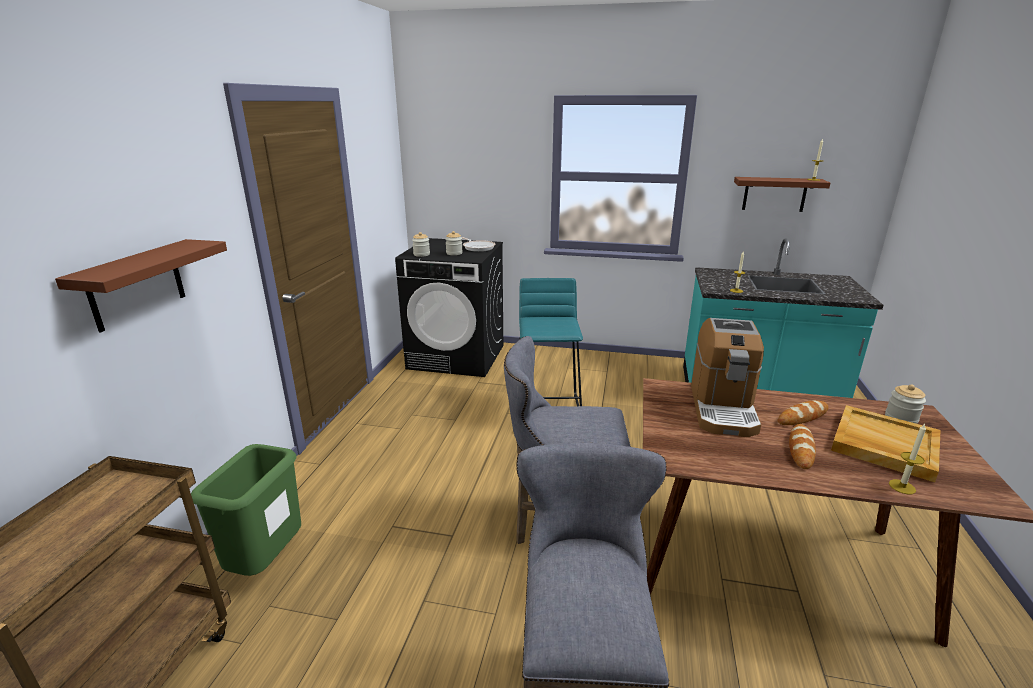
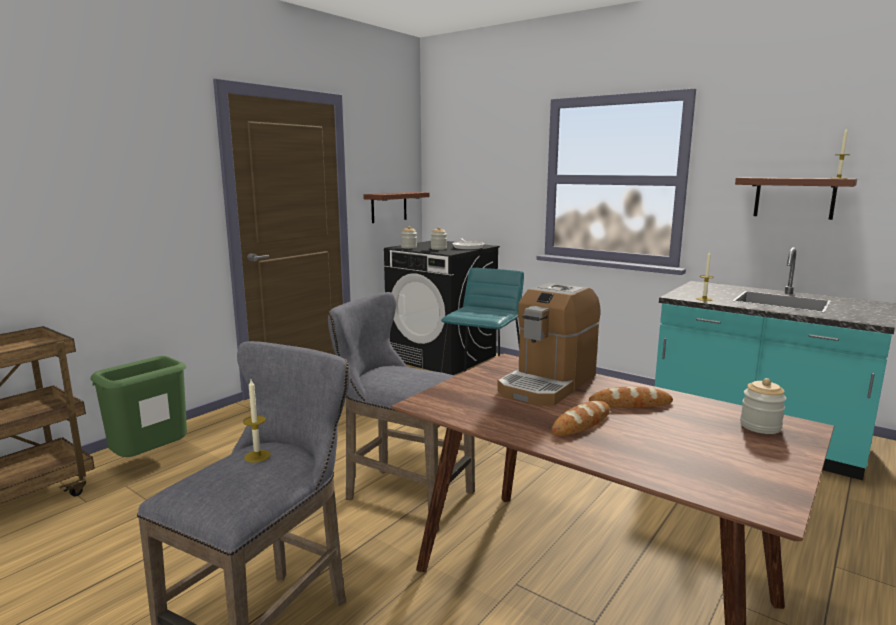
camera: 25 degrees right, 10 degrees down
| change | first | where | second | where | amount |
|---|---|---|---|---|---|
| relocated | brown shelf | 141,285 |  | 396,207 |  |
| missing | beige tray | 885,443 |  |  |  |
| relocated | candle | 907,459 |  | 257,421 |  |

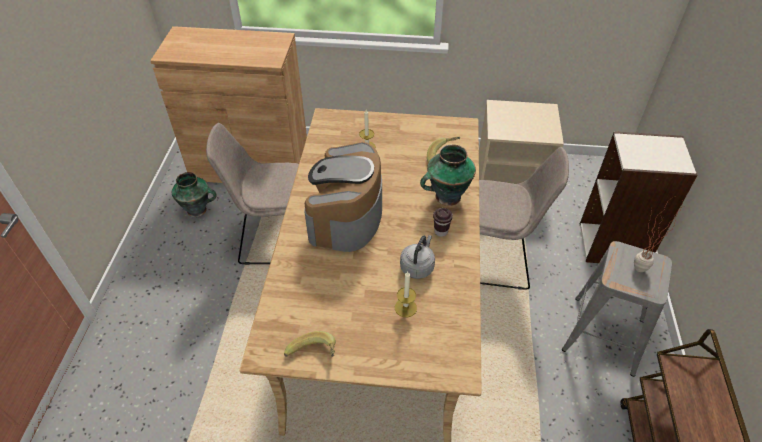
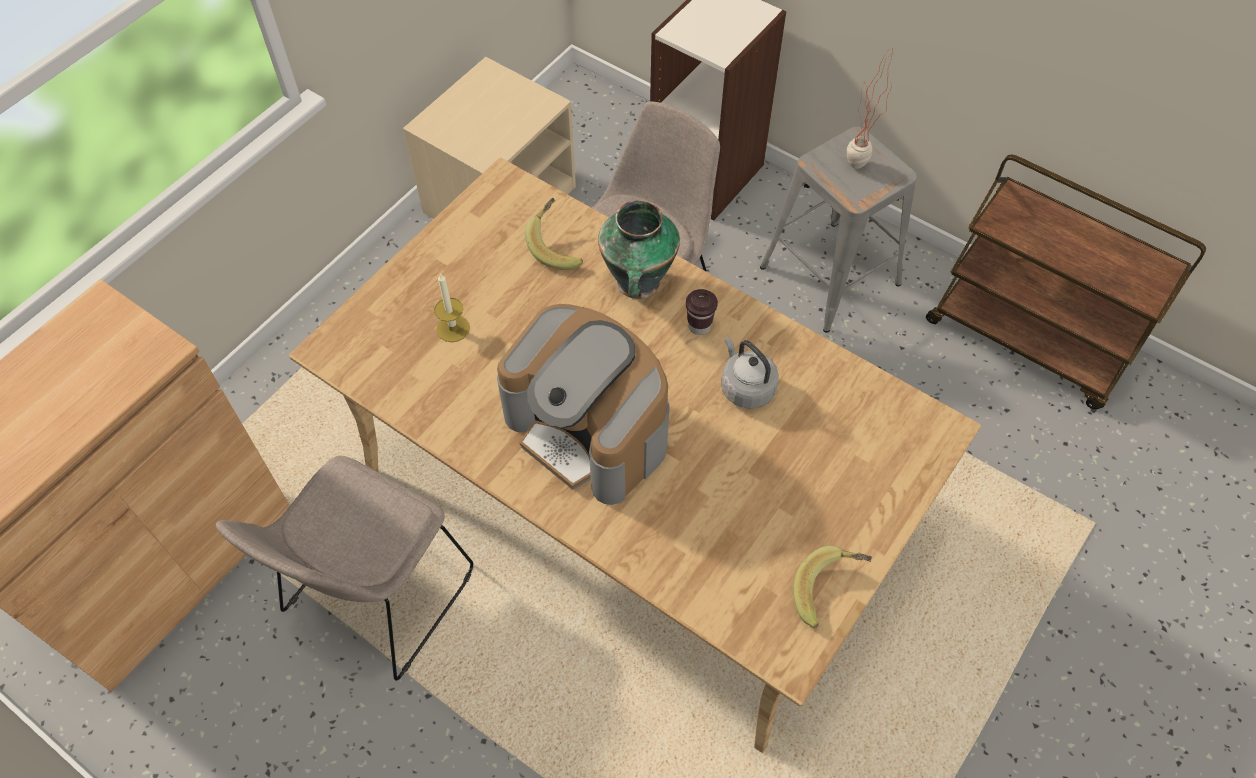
camera: 60 degrees left, 10 degrees up
| change | first | where | second | where | amount |
|---|---|---|---|---|---|
| missing | vase | 194,194 |  |  |  |
| missing | candle | 406,294 |  |  |  |

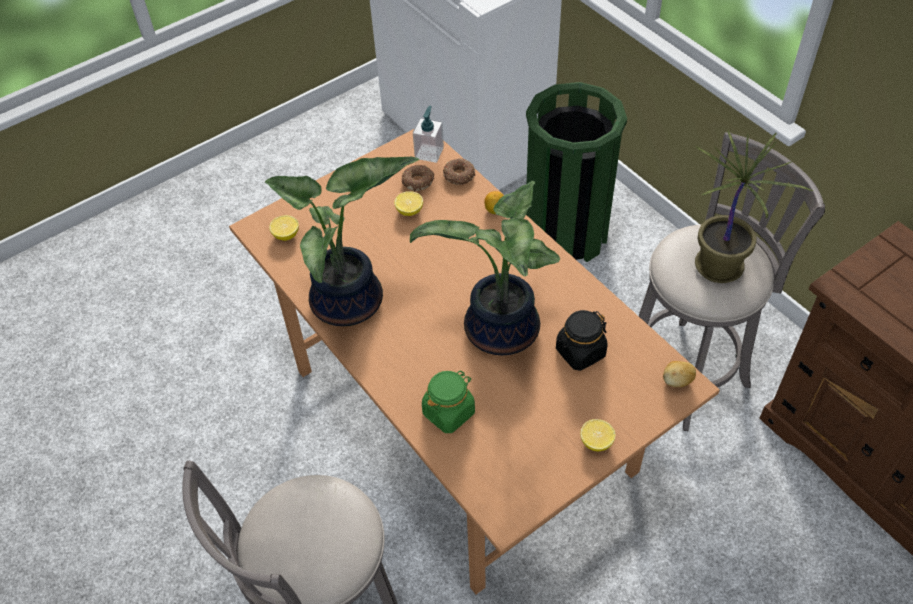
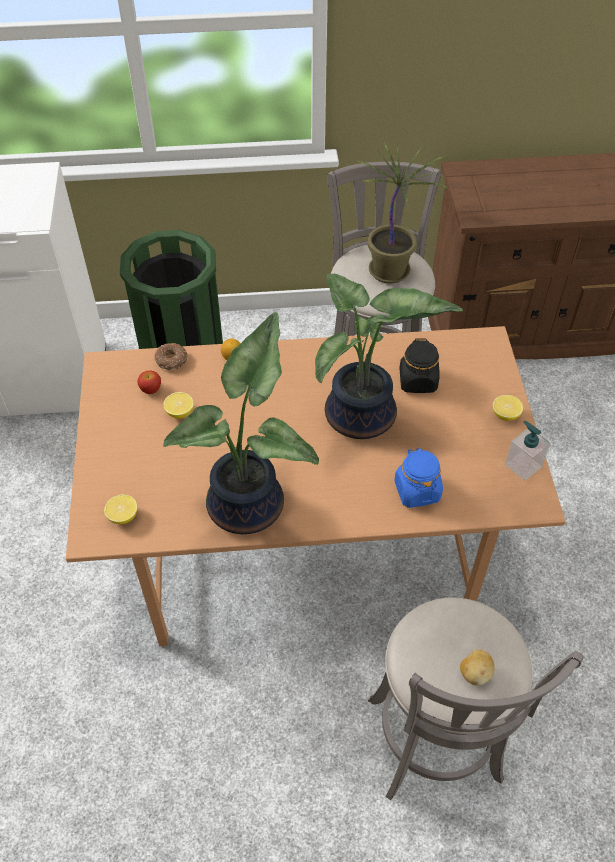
camera: 60 degrees left, 0 degrees up
| change | first | where | second | where | amount |
|---|---|---|---|---|---|
| relocated | soap dispenser | 428,134 |  | 528,451 |  |
| exchanged | donut | 418,178 | apple | 149,382 |  |
| relocated | potato | 679,374 |  | 477,667 |  |
| colour | green jar | 448,402 | blue jar | 418,477 |  |

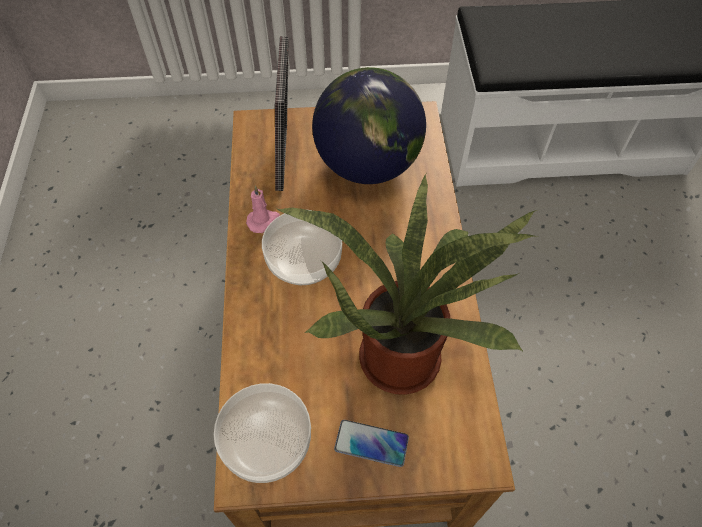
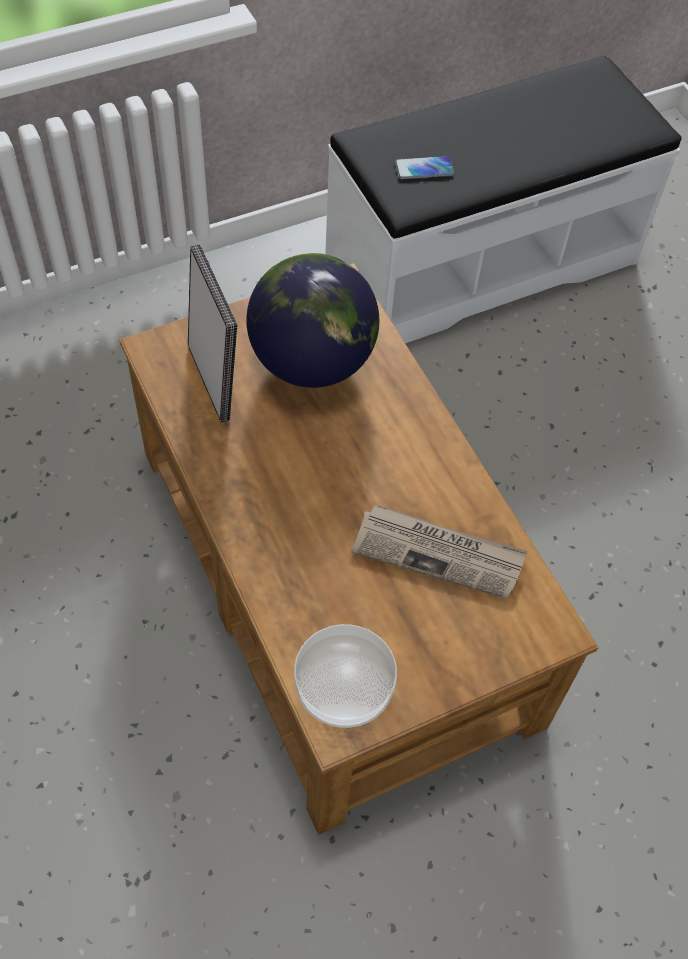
camera: 25 degrees left, 0 degrees up
| change | first | where | second | where | amount |
|---|---|---|---|---|---|
| exchanged | potted plant | 407,284 | newspaper | 439,551 |  |
| missing | pink candle | 263,209 |  |  |  |
| missing | bowl | 302,247 |  |  |  |
| relocated | phone | 371,443 |  | 424,167 |  |

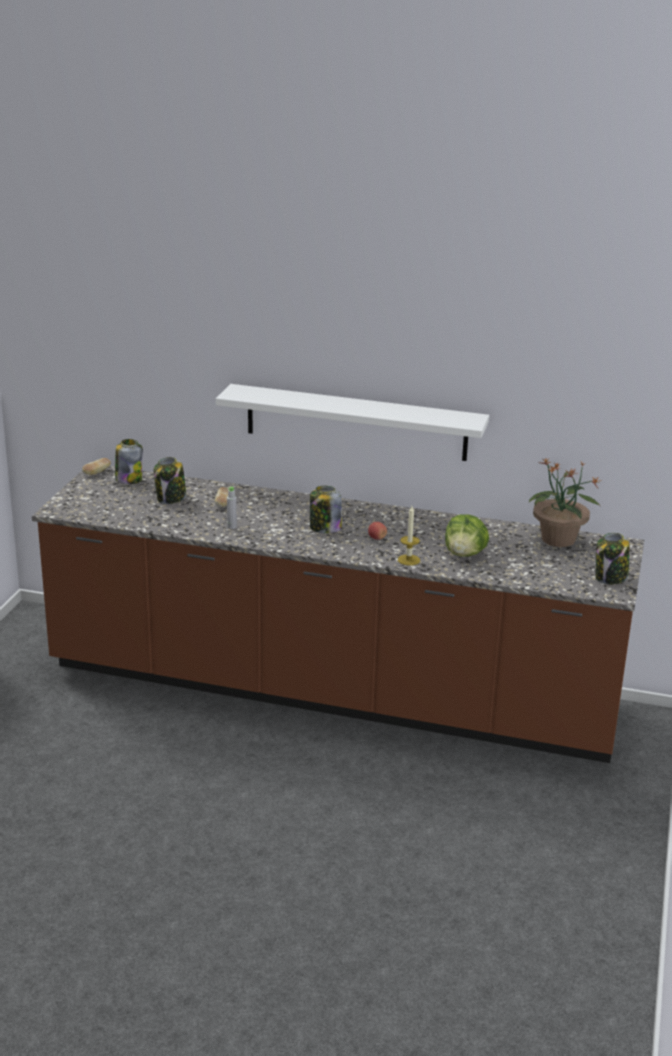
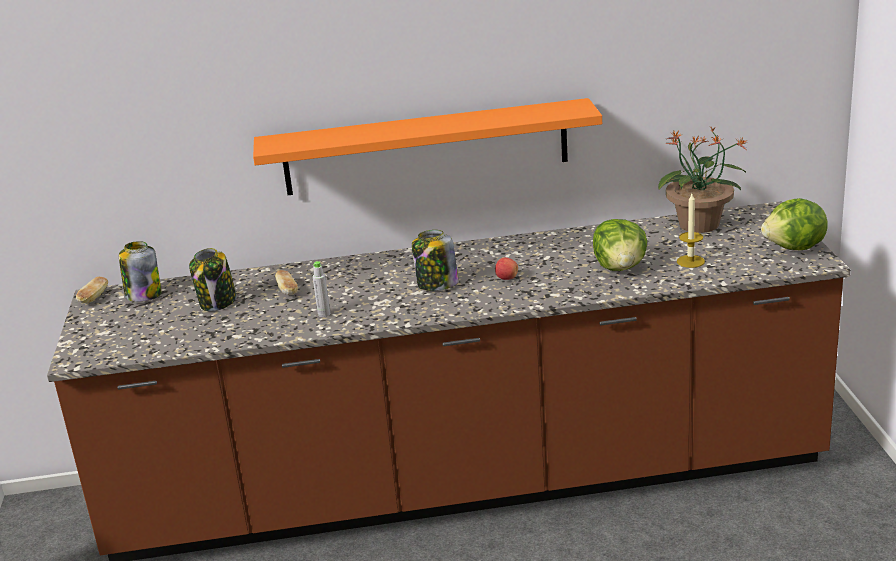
camera: 20 degrees left, 0 degrees up
| change | first | where | second | where | amount |
|---|---|---|---|---|---|
| colour | white shelf | 353,422 | orange shelf | 427,146 |  |
| relocated | candle | 409,536 |  | 691,231 |  |
| exchanged | jar | 613,558 | lettuce | 794,224 |  |

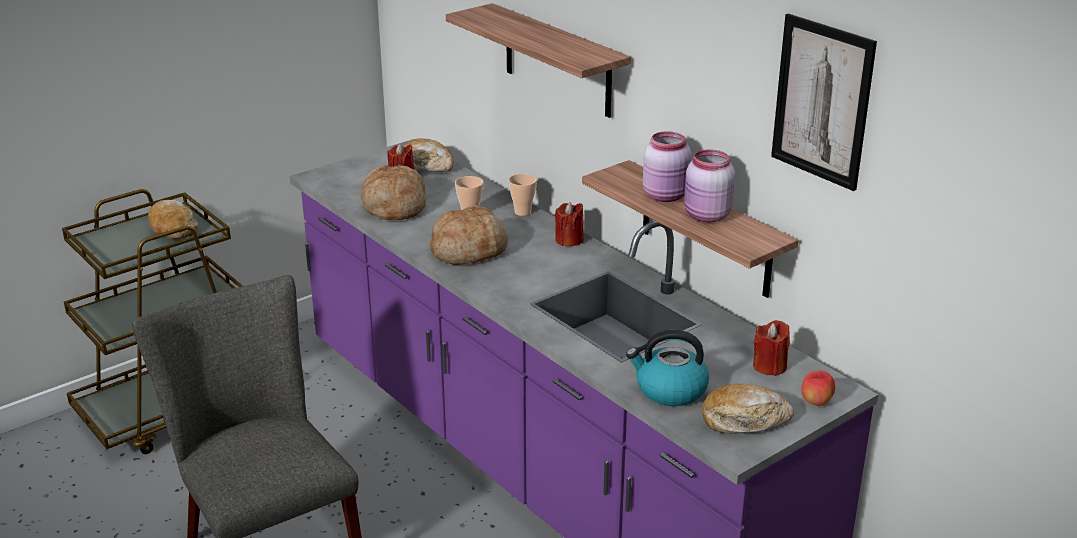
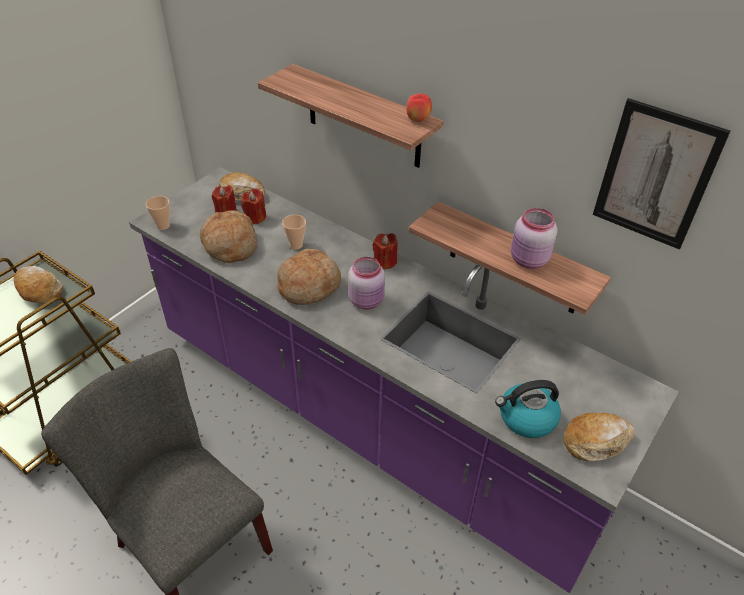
camera: 15 degrees left, 15 degrees up
| change | first | where | second | where | amount |
|---|---|---|---|---|---|
| relocated | pink jar | 667,166 |  | 366,283 |  |
| relocated | cup | 522,195 |  | 158,213 |  |
| relocated | red candle | 771,348 |  | 253,206 |  |
| relocated | apple | 818,388 |  | 419,107 |  |

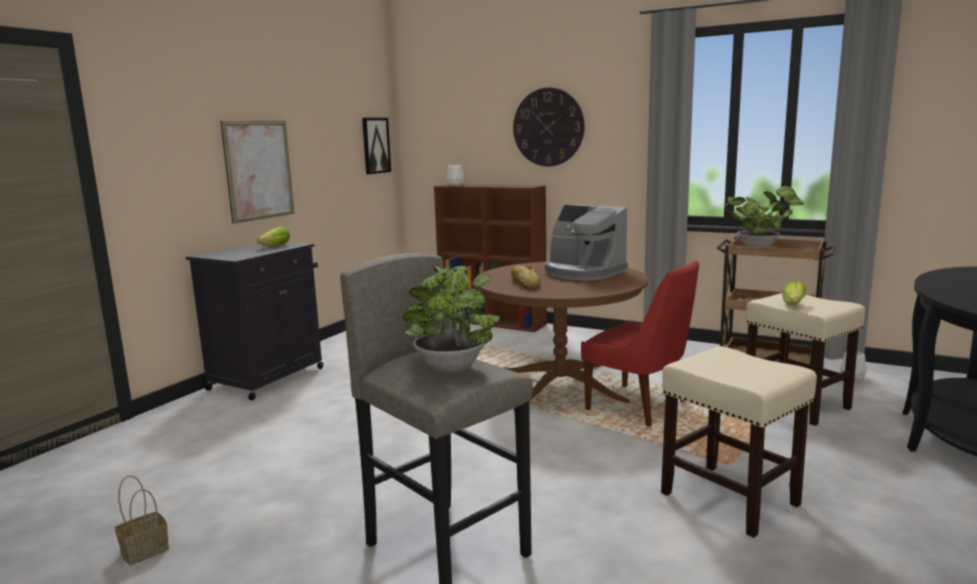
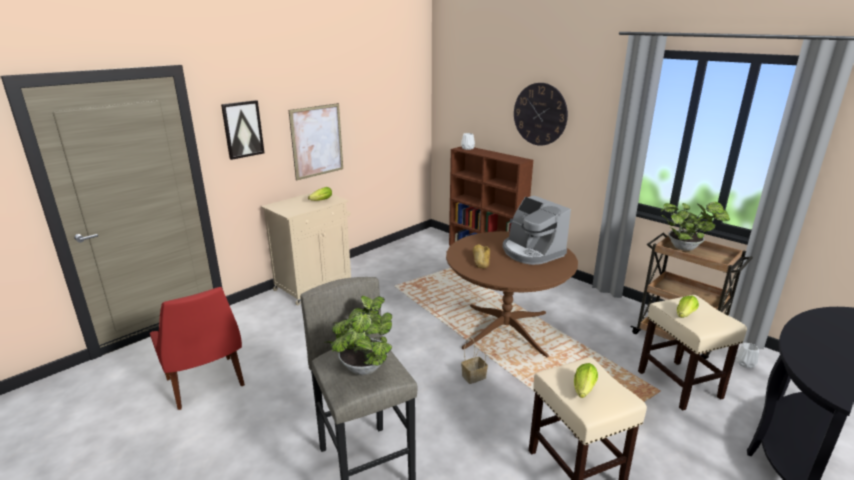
camera: 15 degrees right, 10 degrees up
| change | first | where | second | where | amount |
|---|---|---|---|---|---|
| relocated | picture | 376,146 |  | 242,130 |  |
| colour | black cabinet | 254,321 | beige cabinet | 306,248 |  |
| relocated | red chair | 640,343 |  | 197,348 |  |
| relocated | basket | 142,520 |  | 474,361 |  |
| appeared |  |  | lettuce | 586,380 |  |

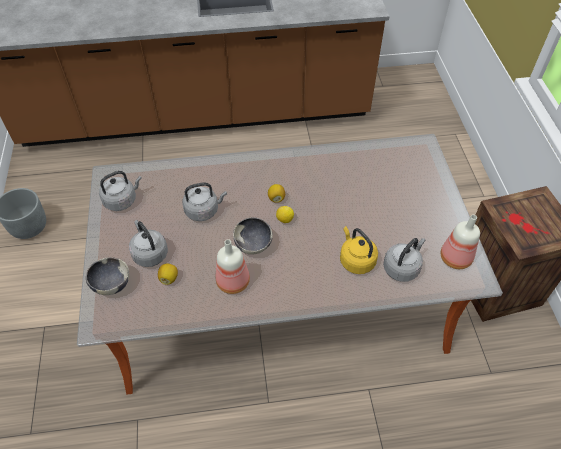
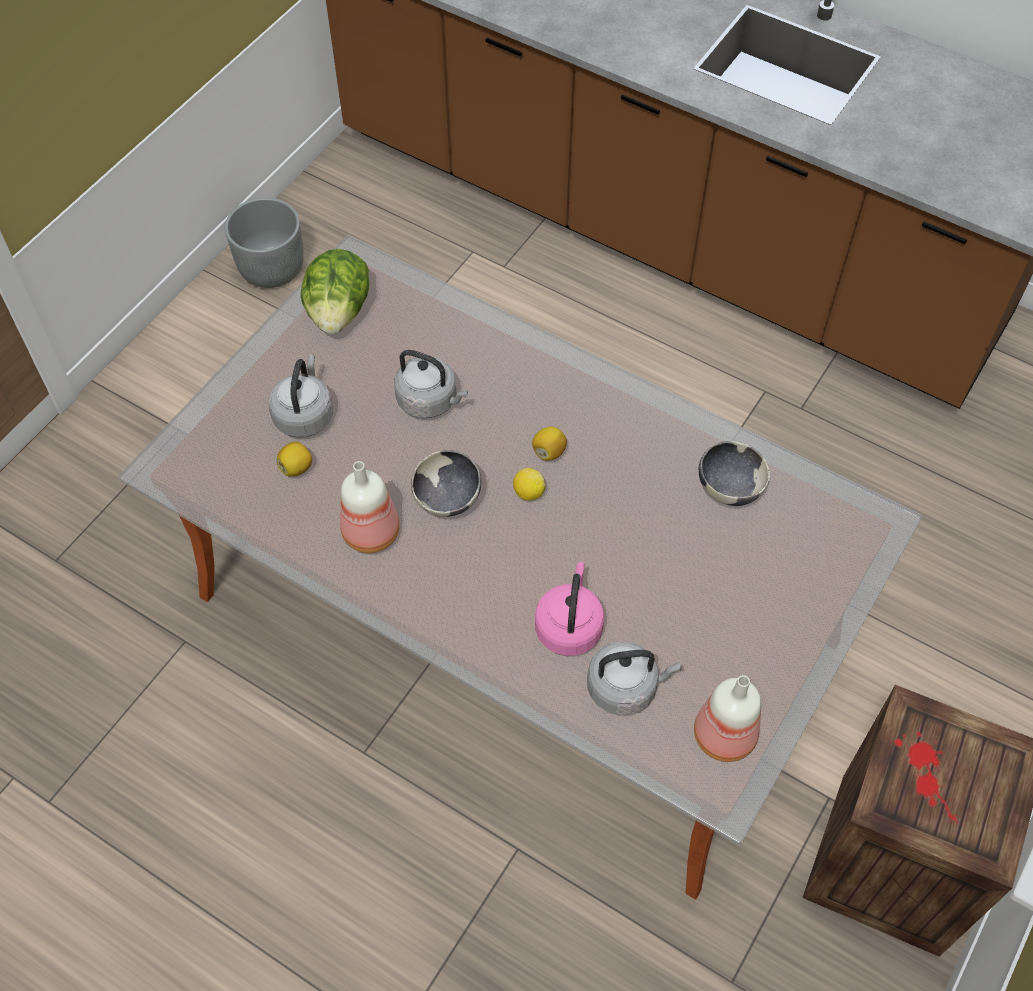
camera: 40 degrees right, 5 degrees up
| change | first | where | second | where | amount |
|---|---|---|---|---|---|
| exchanged | grey kettle | 120,191 | lettuce | 335,291 |  |
| colour | yellow kettle | 359,250 | pink kettle | 569,609 |  |
| relocated | bowl | 107,276 |  | 734,473 |  |

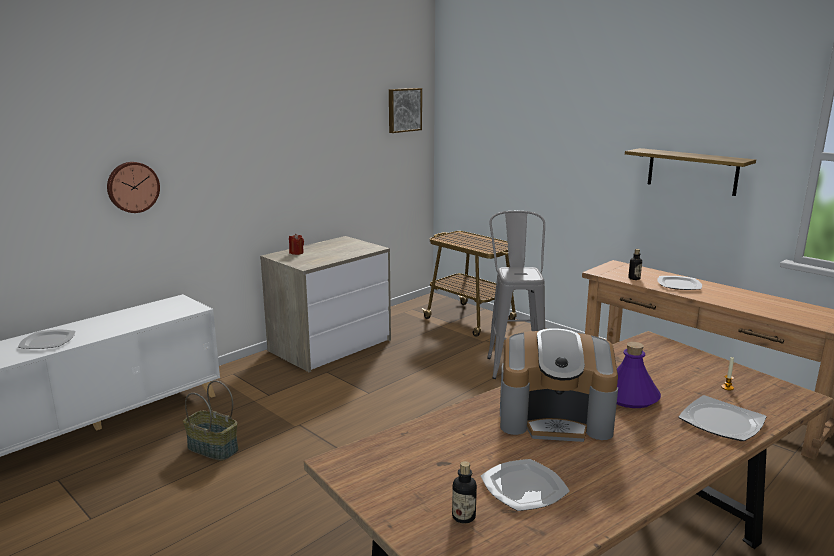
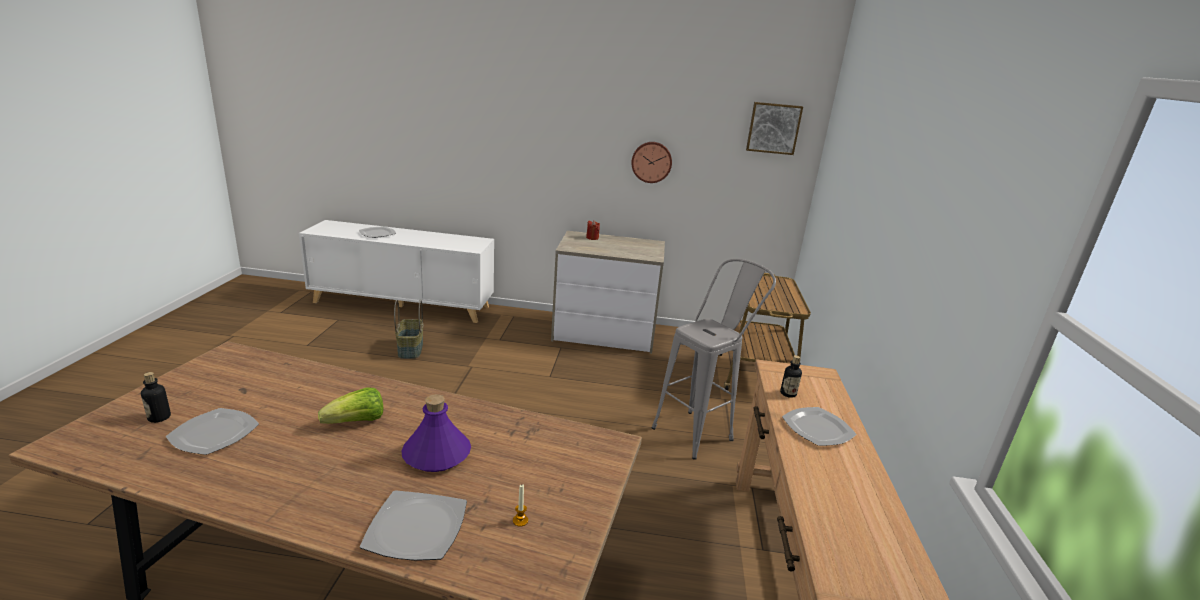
camera: 50 degrees right, 5 degrees up
| change | first | where | second | where | amount |
|---|---|---|---|---|---|
| missing | shelf | 690,172 |  |  |  |
| relocated | wall clock | 133,187 |  | 651,162 |  |
| exchanged | coffee machine | 559,385 | lettuce | 350,405 |  |

